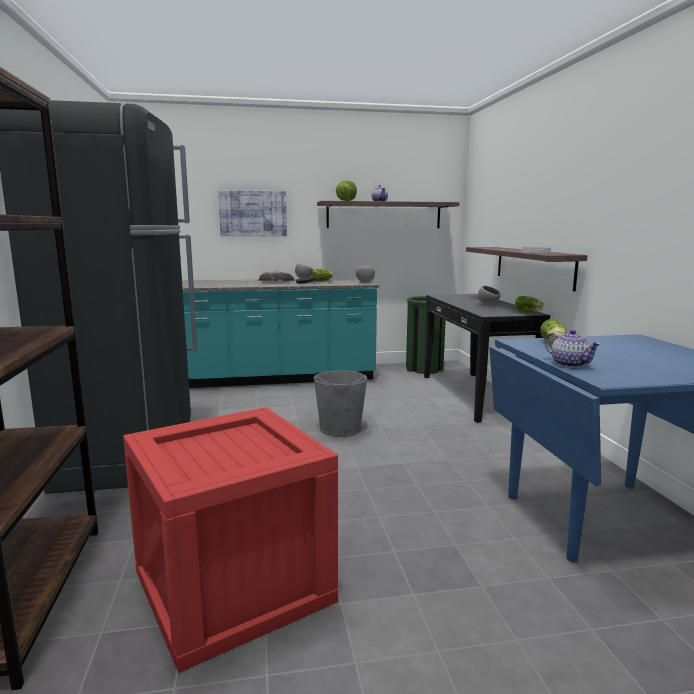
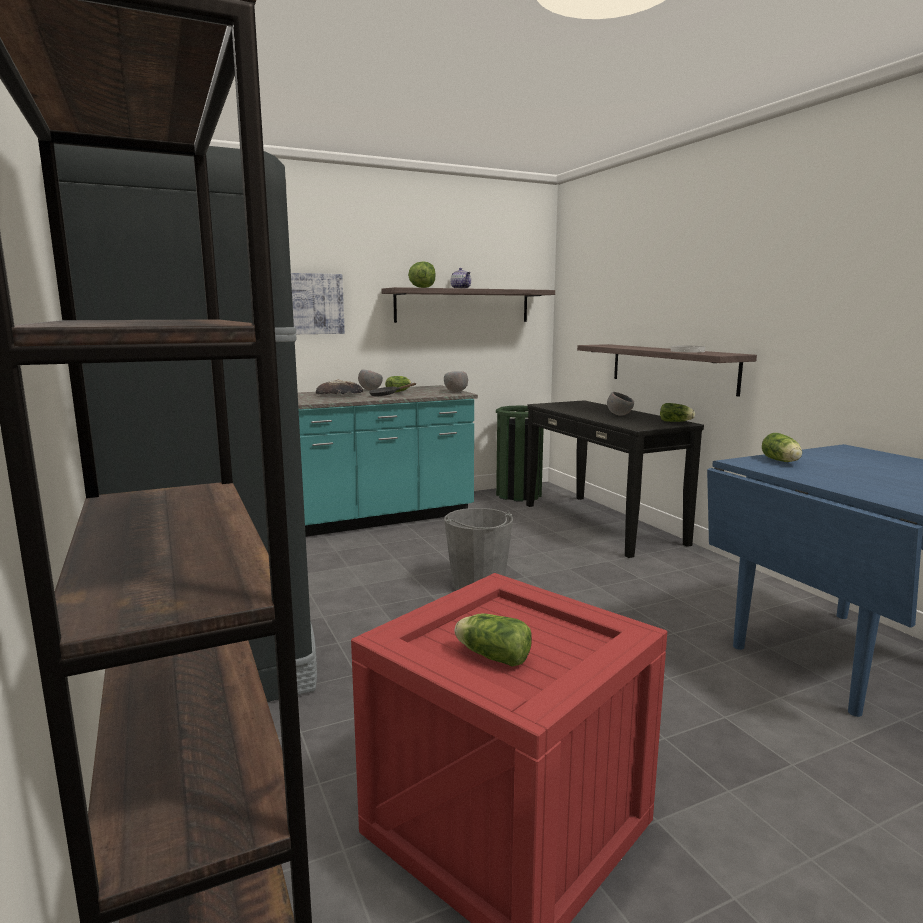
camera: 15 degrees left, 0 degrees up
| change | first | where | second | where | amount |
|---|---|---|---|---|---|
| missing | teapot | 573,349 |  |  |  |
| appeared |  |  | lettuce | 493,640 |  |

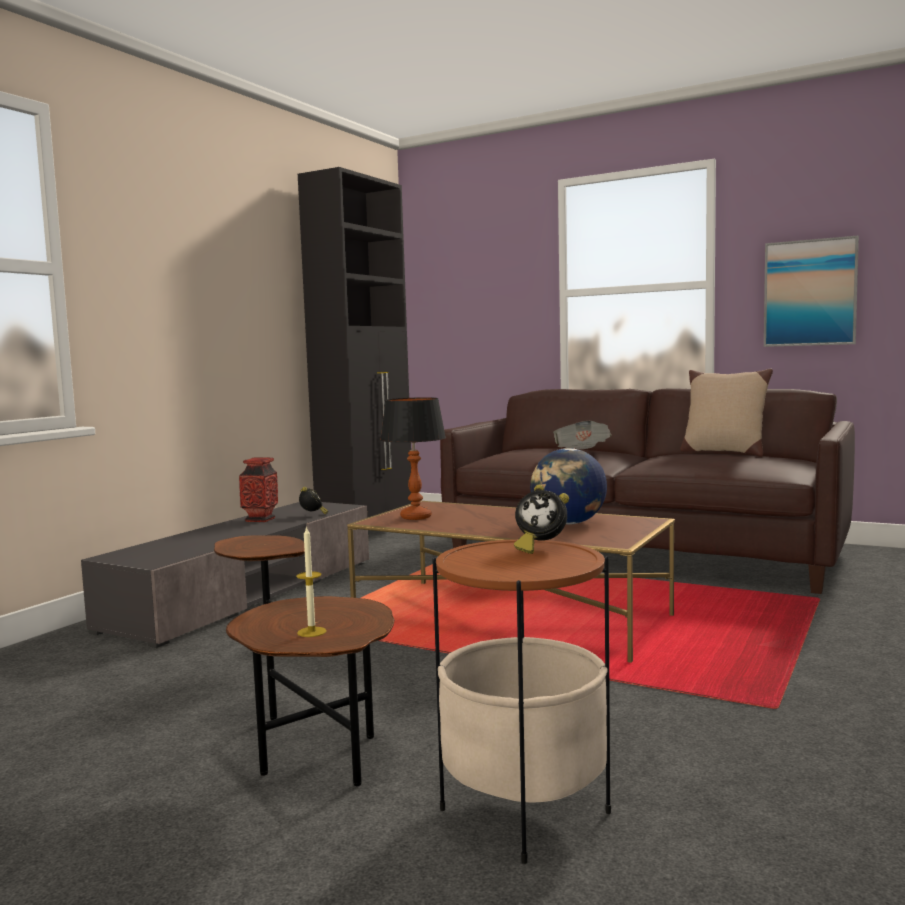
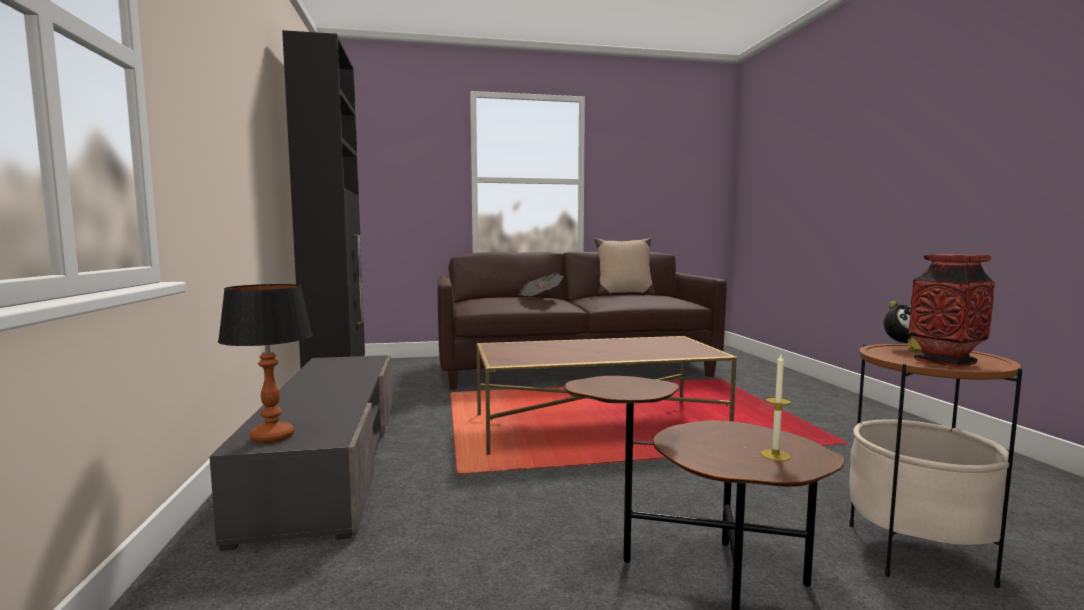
camera: 40 degrees left, 0 degrees up
| change | first | where | second | where | amount |
|---|---|---|---|---|---|
| missing | picture | 811,291 |  |  |  |
| relocated | table lamp | 413,458 |  | 265,363 |  |
| missing | globe | 568,486 |  |  |  |
| relocated | vase | 258,489 |  | 951,310 |  |
| missing | alarm clock | 313,500 |  |  |  |

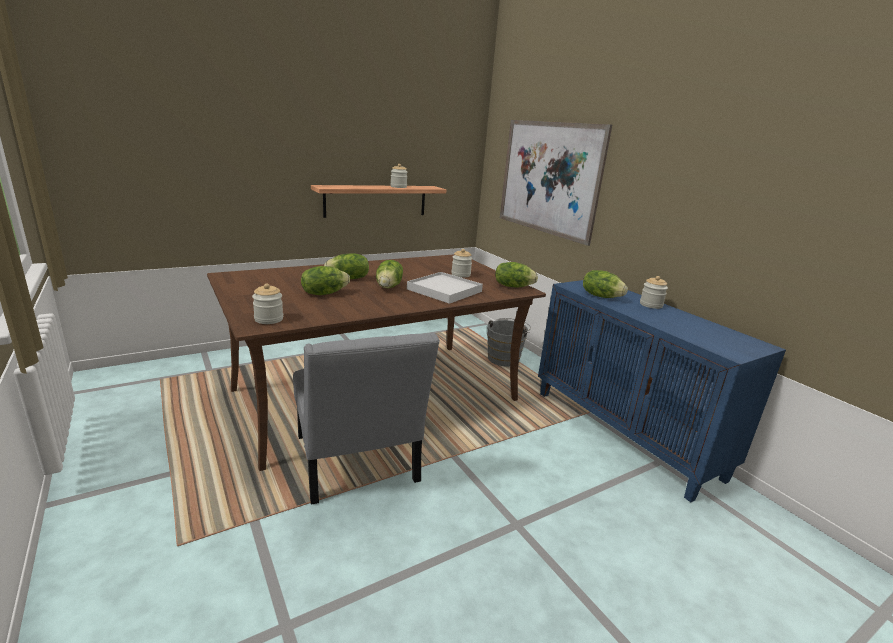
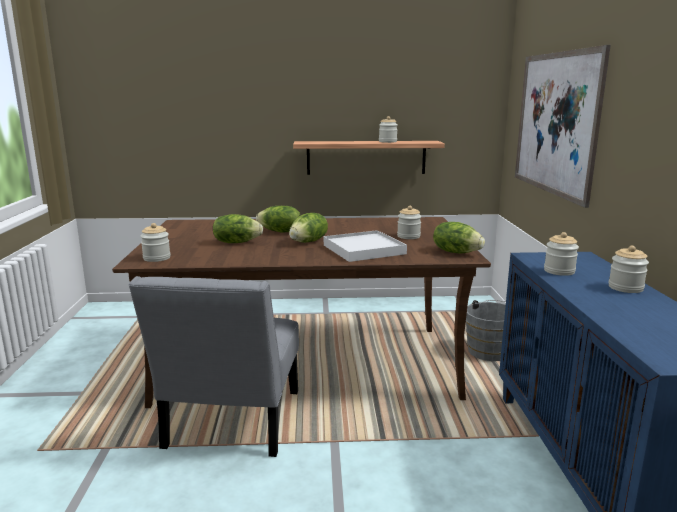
camera: 30 degrees right, 5 degrees down
| change | first | where | second | where | amount |
|---|---|---|---|---|---|
| exchanged | lettuce | 605,284 | jar | 561,254 |  |

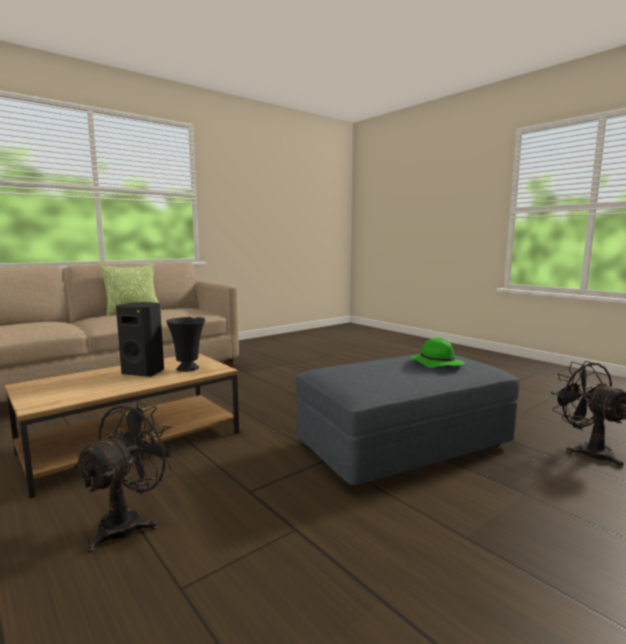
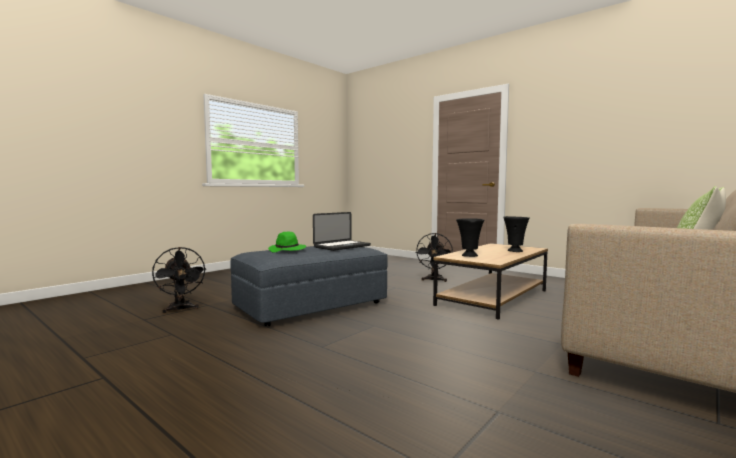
camera: 170 degrees right, 5 degrees down
| change | first | where | second | where | amount |
|---|---|---|---|---|---|
| missing | black speaker | 140,339 |  |  |  |
| appeared |  |  | laptop | 342,231 |  |
| appeared |  |  | black vase | 516,234 |  |

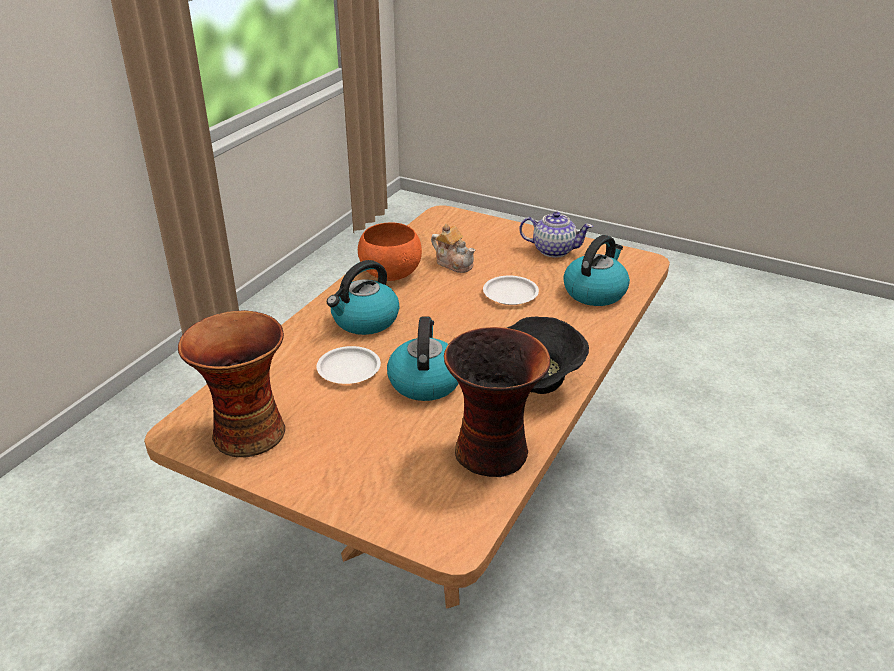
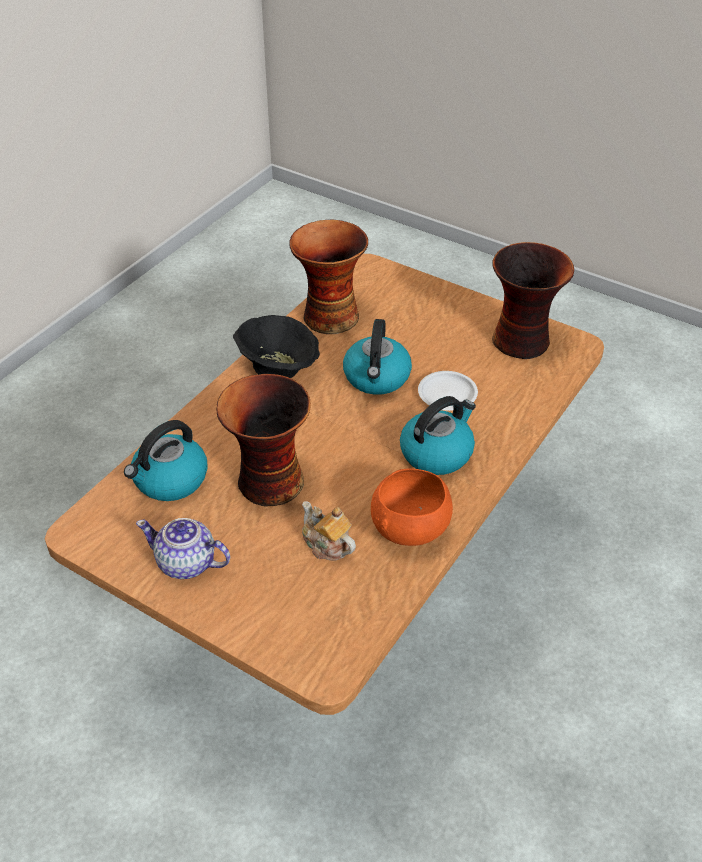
camera: 175 degrees left, 10 degrees up
| change | first | where | second | where | amount |
|---|---|---|---|---|---|
| exchanged | white plate | 511,290 | vase | 263,440 |  |

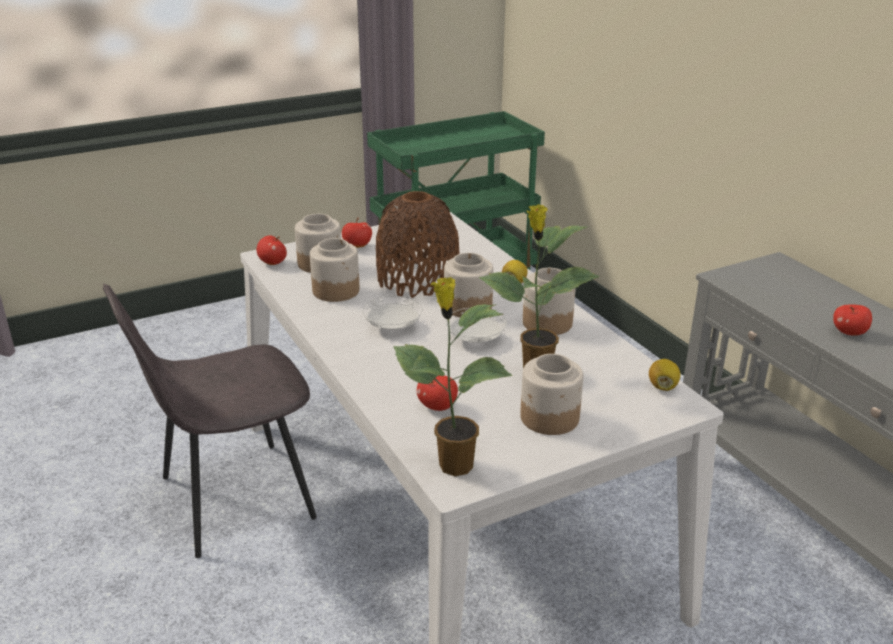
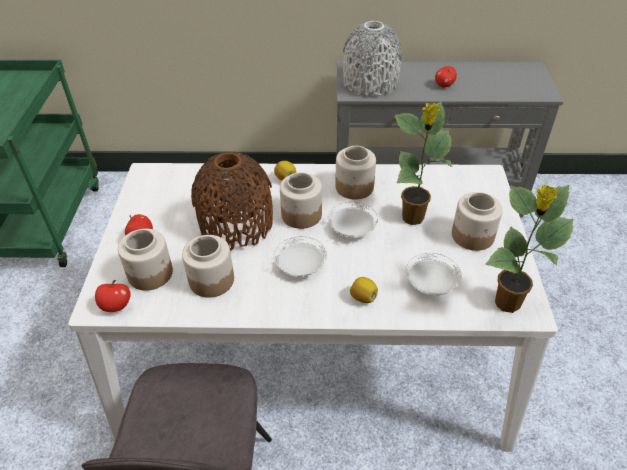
camera: 60 degrees left, 15 degrees up
| change | first | where | second | where | amount |
|---|---|---|---|---|---|
| relocated | lemon | 665,375 |  | 364,290 |  |
| exchanged | apple | 437,393 | white plate | 434,274 |  |
| appeared |  |  | grey vase | 372,58 |  |

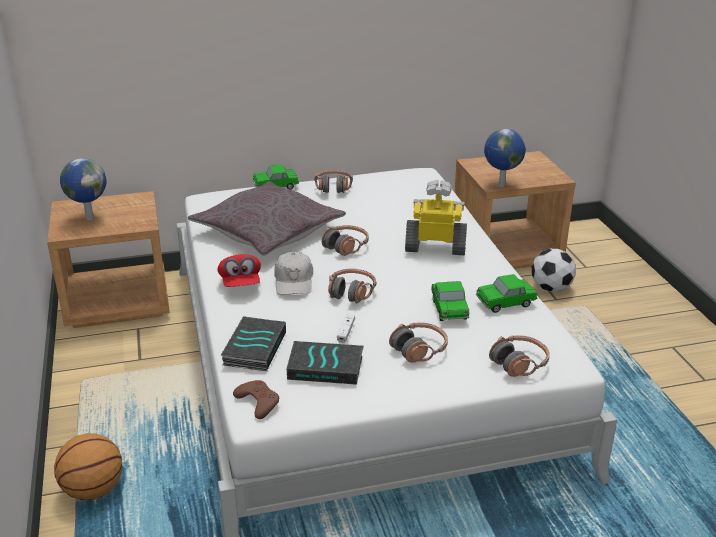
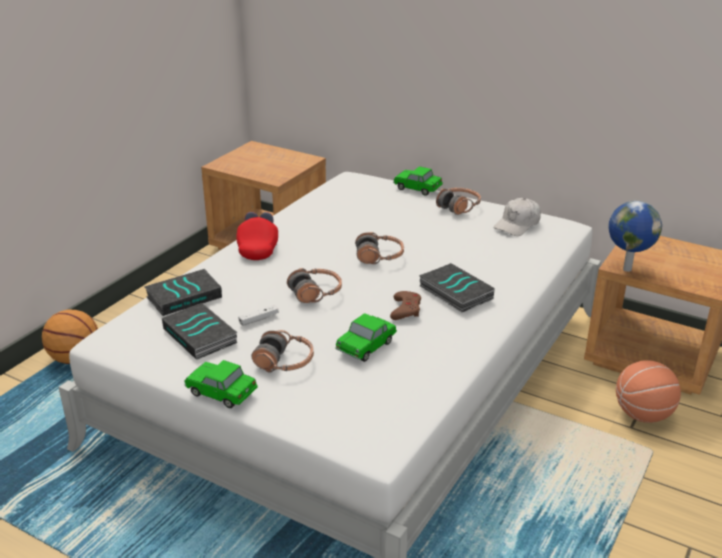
camera: 45 degrees right, 0 degrees up
| change | first | where | second | where | amount |
|---|---|---|---|---|---|
| missing | globe | 83,189 |  |  |  |
| exchanged | toy robot | 436,217 | book | 457,287 |  |
| missing | grey pillow | 267,218 |  |  |  |
| exchanged | football | 554,270 | basketball | 648,391 |  |
| relocated | white cap | 293,273 |  | 517,217 |  |
| spun | red cap | 239,270 |  | 257,236 | 150 degrees clockwise |
| relocated | toy car | 506,293 |  | 221,384 |  |
| missing | headphones | 519,356 |  |  |  |
| relocated | brown game controller | 256,399 |  | 405,305 |  |

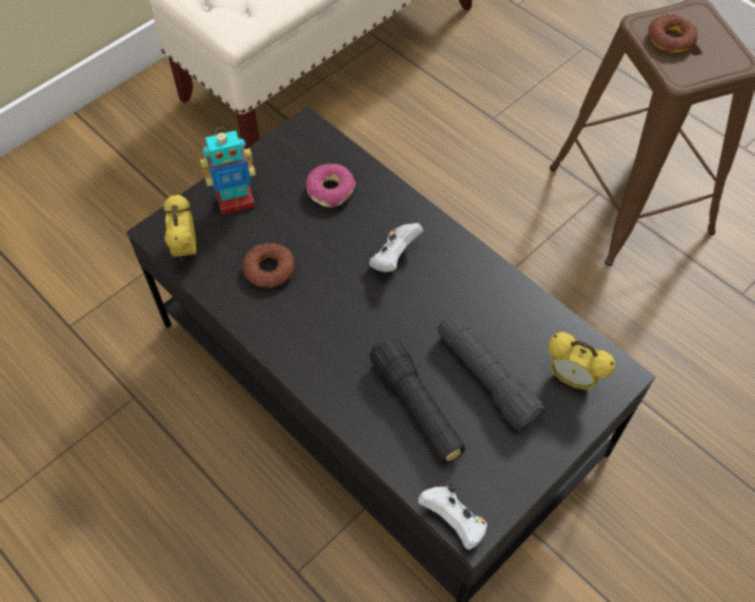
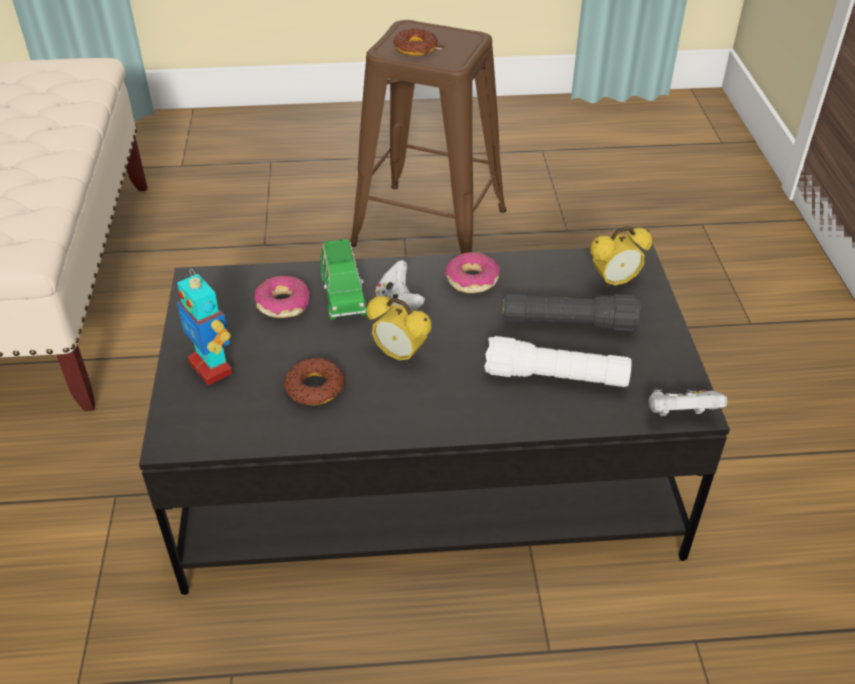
camera: 50 degrees left, 15 degrees down
| change | first | where | second | where | amount |
|---|---|---|---|---|---|
| spun | toy robot | 228,170 |  | 204,327 | 120 degrees clockwise |
| relocated | alarm clock | 180,227 |  | 399,330 |  |
| colour | black flashlight | 417,400 | white flashlight | 558,361 |  |
| appeared |  |  | green toy car | 344,279 |  |
| appeared |  |  | donut | 472,272 |  |

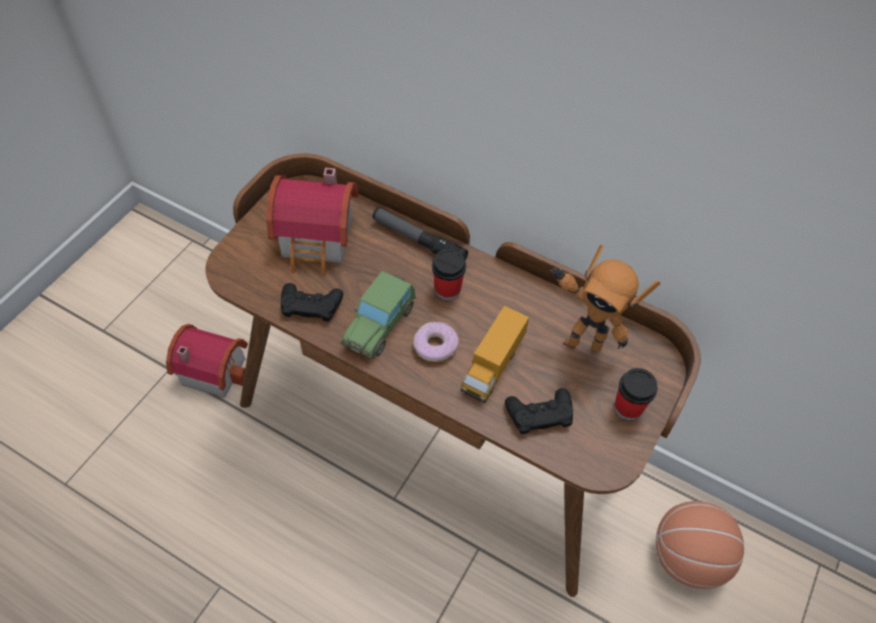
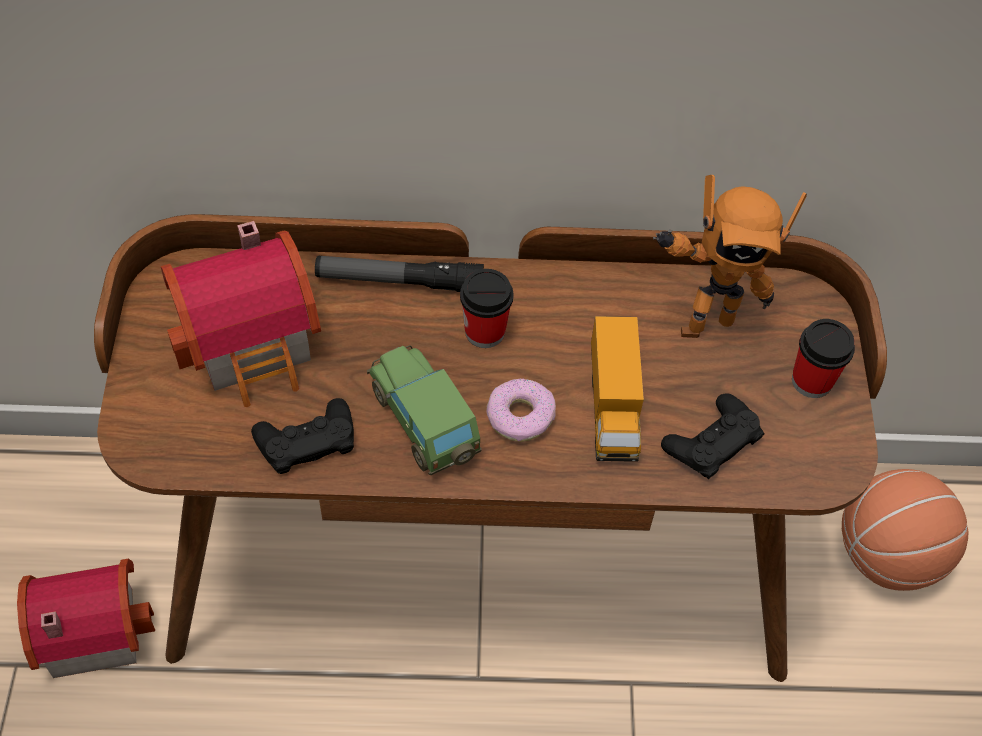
camera: 30 degrees left, 0 degrees up
| change | first | where | second | where | amount |
|---|---|---|---|---|---|
| spun | toy car | 378,315 |  | 424,410 | 150 degrees clockwise |

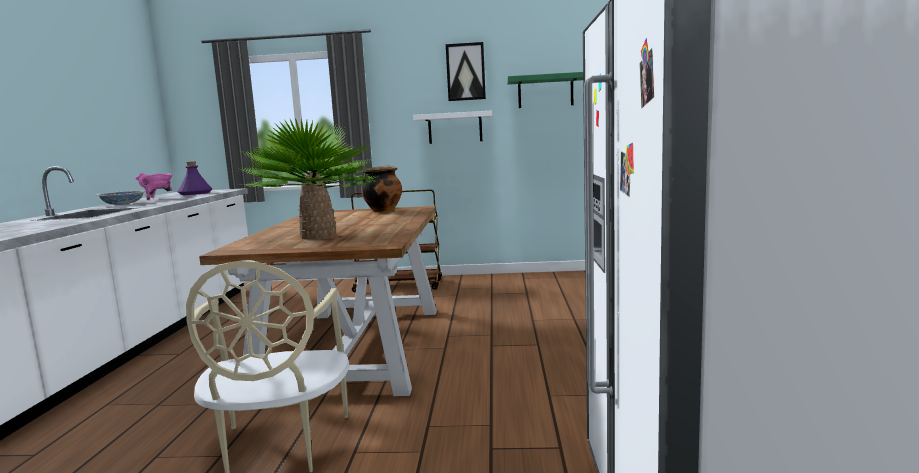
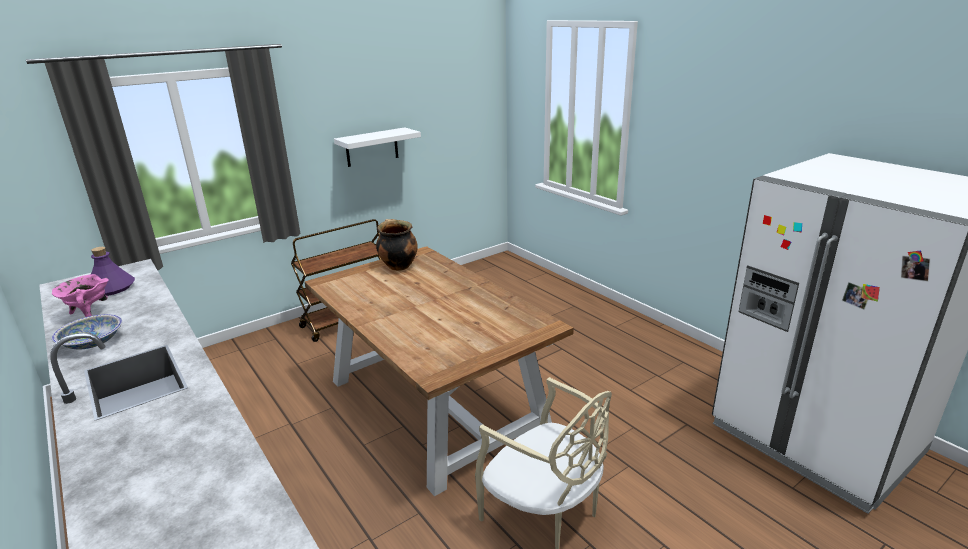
camera: 40 degrees left, 15 degrees up
| change | first | where | second | where | amount |
|---|---|---|---|---|---|
| missing | picture | 466,71 |  |  |  |
| missing | green shelf | 545,90 |  |  |  |
| missing | potted plant | 311,178 |  |  |  |

